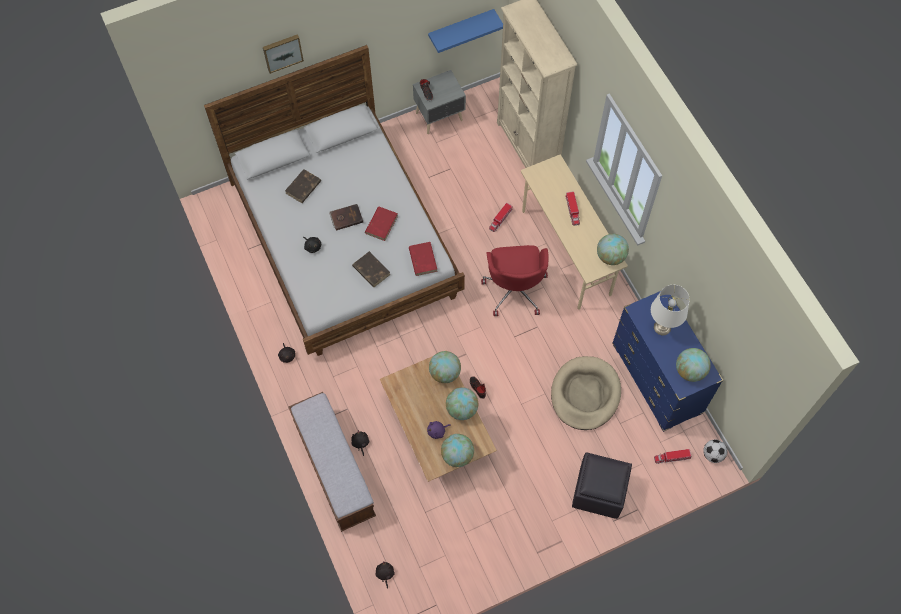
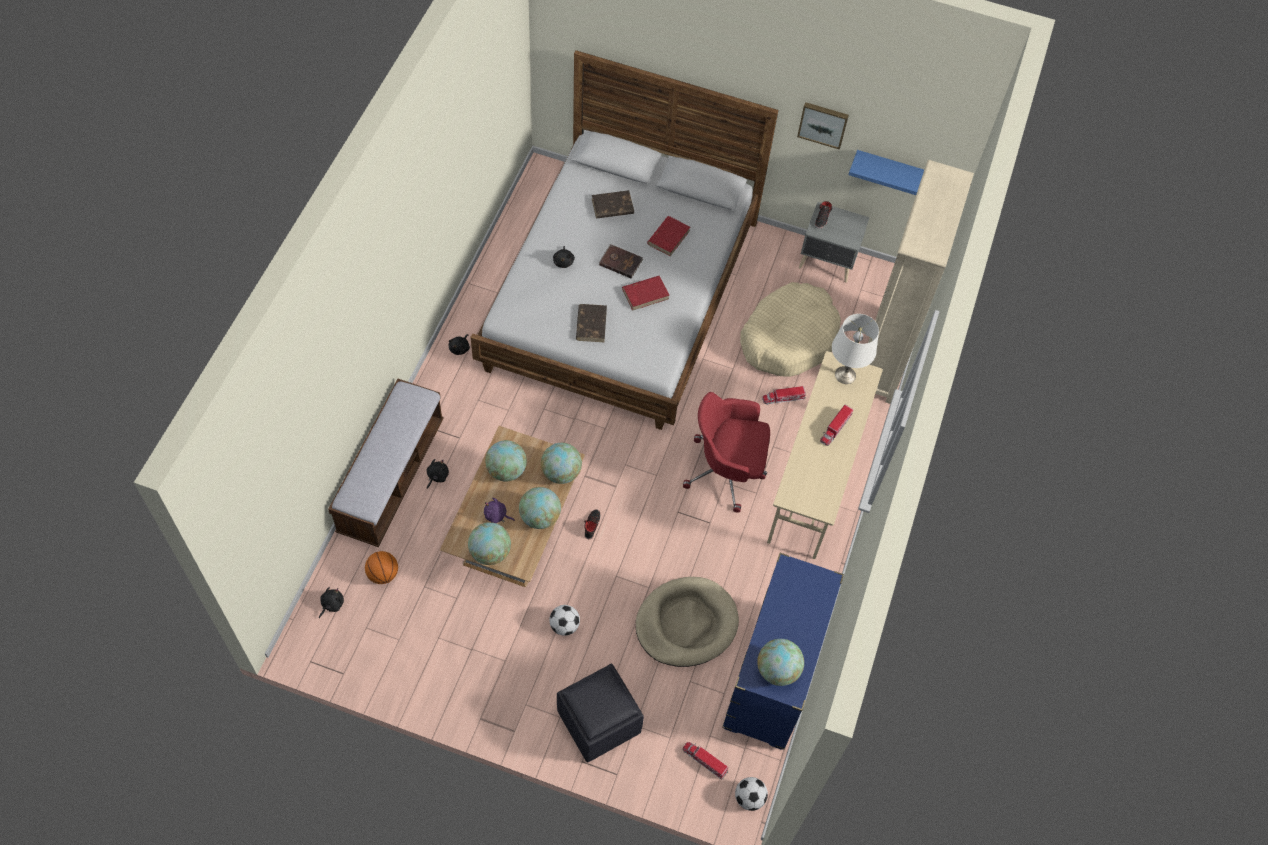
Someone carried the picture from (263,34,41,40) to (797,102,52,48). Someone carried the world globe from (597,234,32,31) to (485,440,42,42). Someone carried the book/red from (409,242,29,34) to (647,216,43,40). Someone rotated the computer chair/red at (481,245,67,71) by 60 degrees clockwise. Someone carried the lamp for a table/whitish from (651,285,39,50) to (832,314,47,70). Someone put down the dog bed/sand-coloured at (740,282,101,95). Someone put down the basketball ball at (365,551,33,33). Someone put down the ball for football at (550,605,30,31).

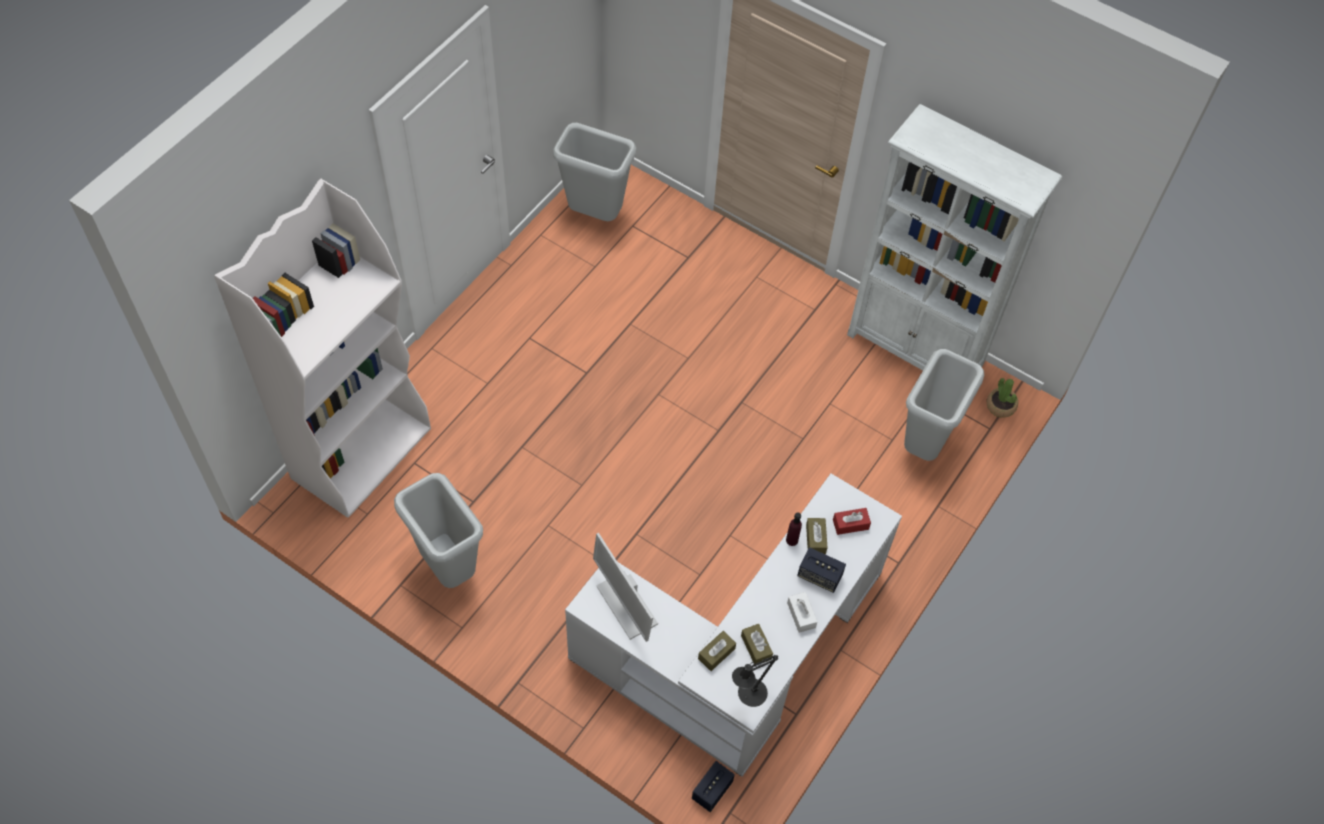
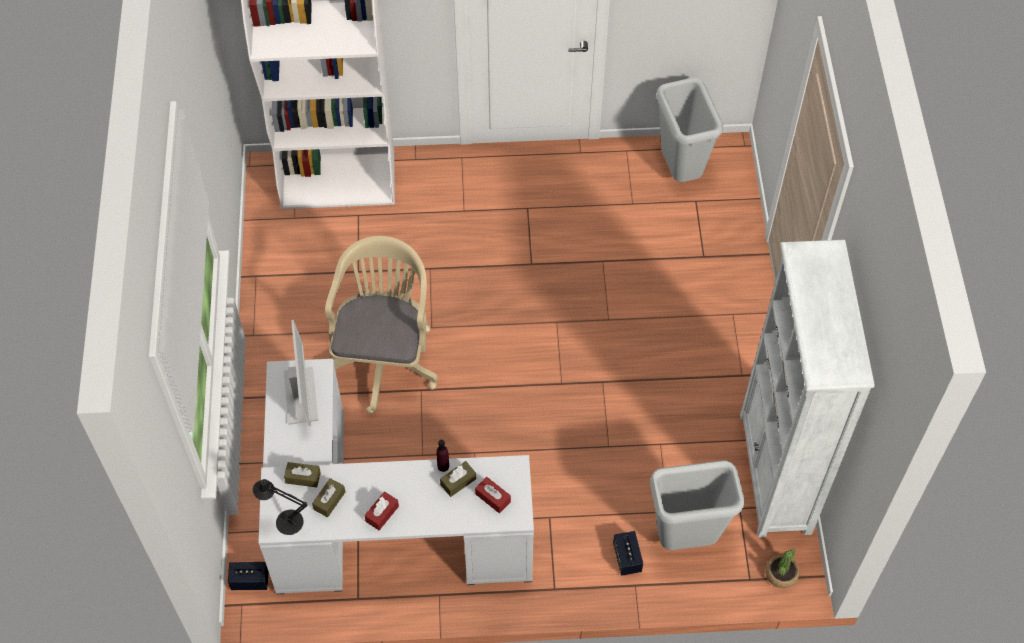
Someone took away the rubbish bin/greyish at (394,473,89,115). Someone rotated the monitor at (593,533,65,109) by 150 degrees clockwise. Someone carried the speaker from (797,547,49,46) to (613,531,30,45). Someone repainted the box of tissues/whitish at (787,592,30,41), which became the box of tissues/red at (364,491,35,39). Someone put down the computer chair/sand-coloured at (325,236,113,178).

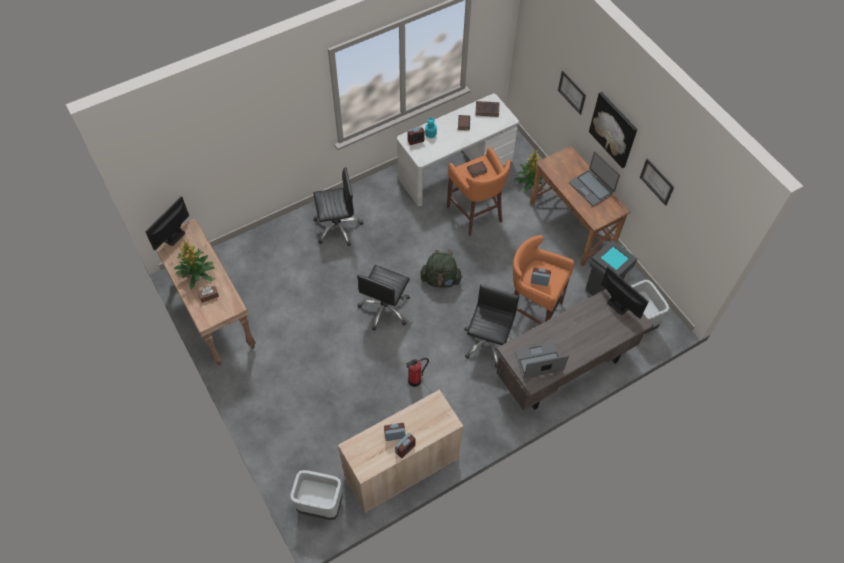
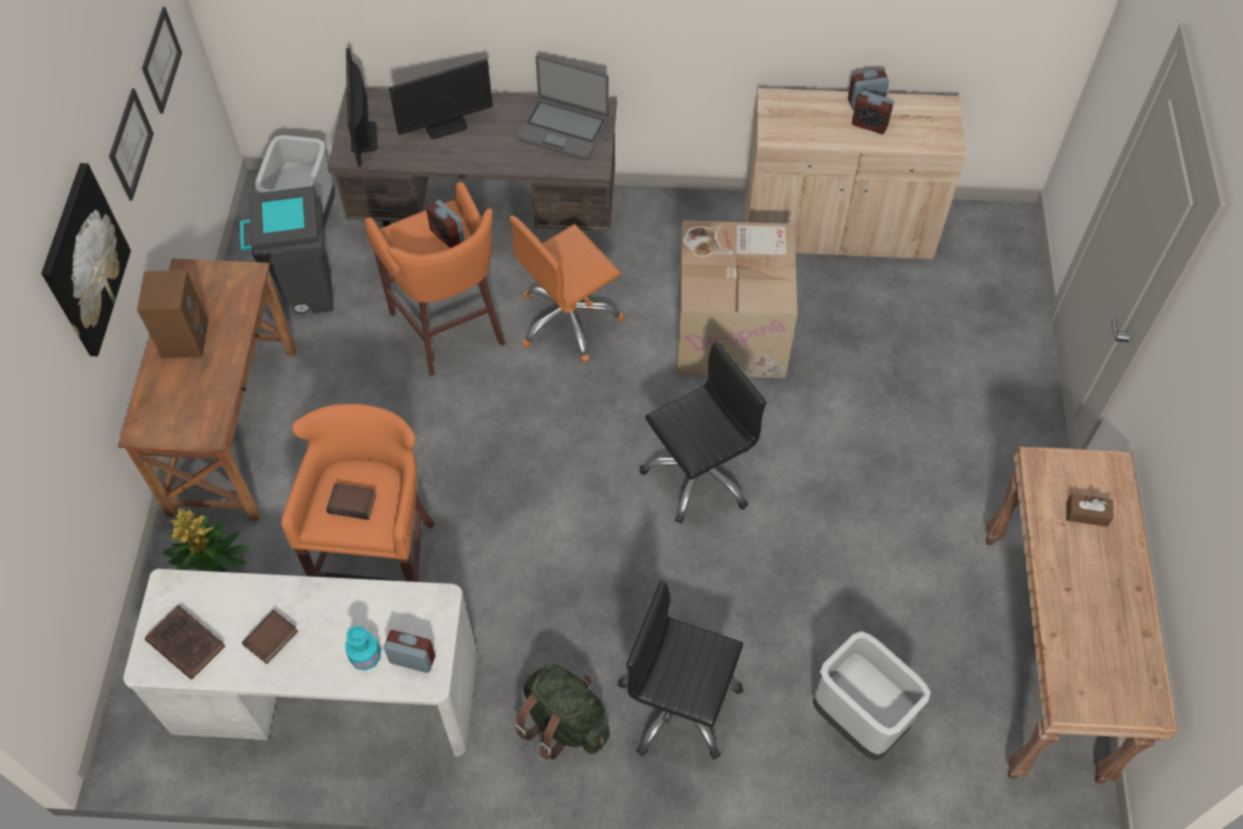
Someone carried the picture from (558,71,28,44) to (142,7,40,107). Someone swapped the notebook computer at (569,151,51,55) for the speaker/brown-coloured at (137,270,72,88). Someone carried the monitor from (145,196,44,54) to (389,59,104,80). Someone took away the houseplant at (174,240,41,50). Someone carried the knapsack/greenish from (420,250,43,38) to (514,664,96,96). Someone repainted the computer chair/blackish at (465,285,54,83), which became the computer chair/orangey at (509,215,115,147). Someone swapped the fire extinguisher at (406,358,23,29) for the cardboard box at (677,221,120,157). Someone carried the rubbish bin/greyish from (290,470,53,50) to (813,631,118,129).

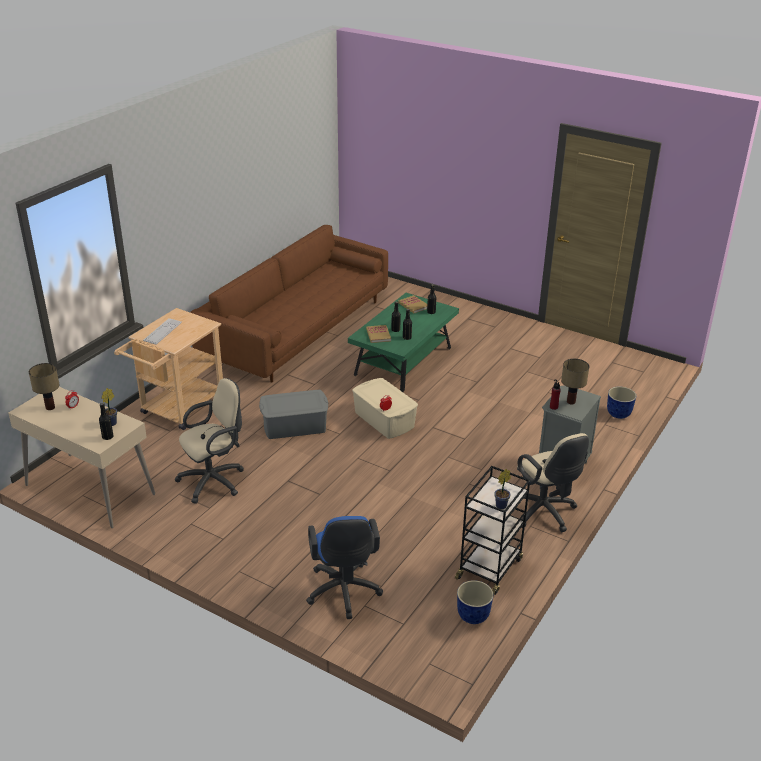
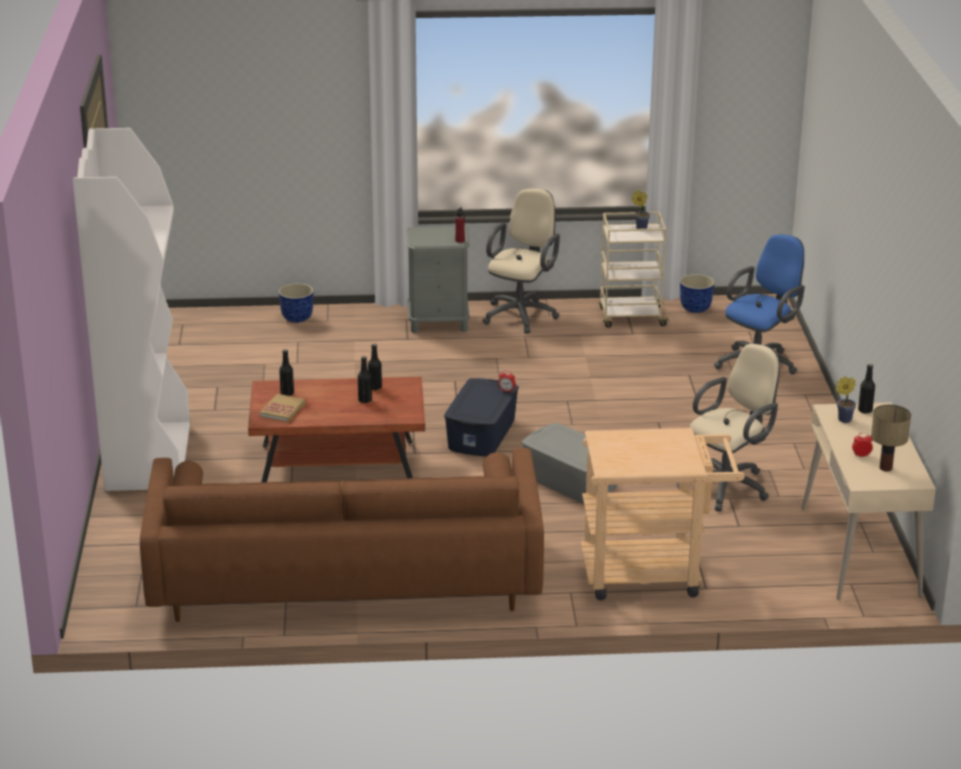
Someone repainted the coffee table/greenish at (348,293,111,99), which became the coffee table/brown-coloured at (248,377,177,105). Someone took away the keyboard at (143,318,39,27). Someone took away the book at (366,325,25,18). Someone took away the lamp for a table at (561,359,28,45). Someone rotated the computer chair/sand-coloured at (175,378,69,126) by 120 degrees clockwise. Someone repainted the storage bin/sand-coloured at (352,378,66,61), which became the storage bin/bluish at (444,378,75,78). Someone repainted the trolley/blackish at (455,466,75,129), which became the trolley/sand-coloured at (598,212,72,116). Someone put down the bookcase/whitish at (73,128,117,363).

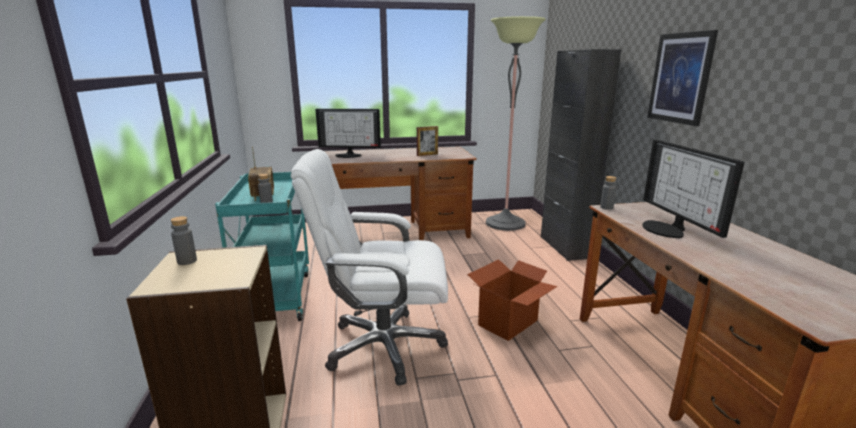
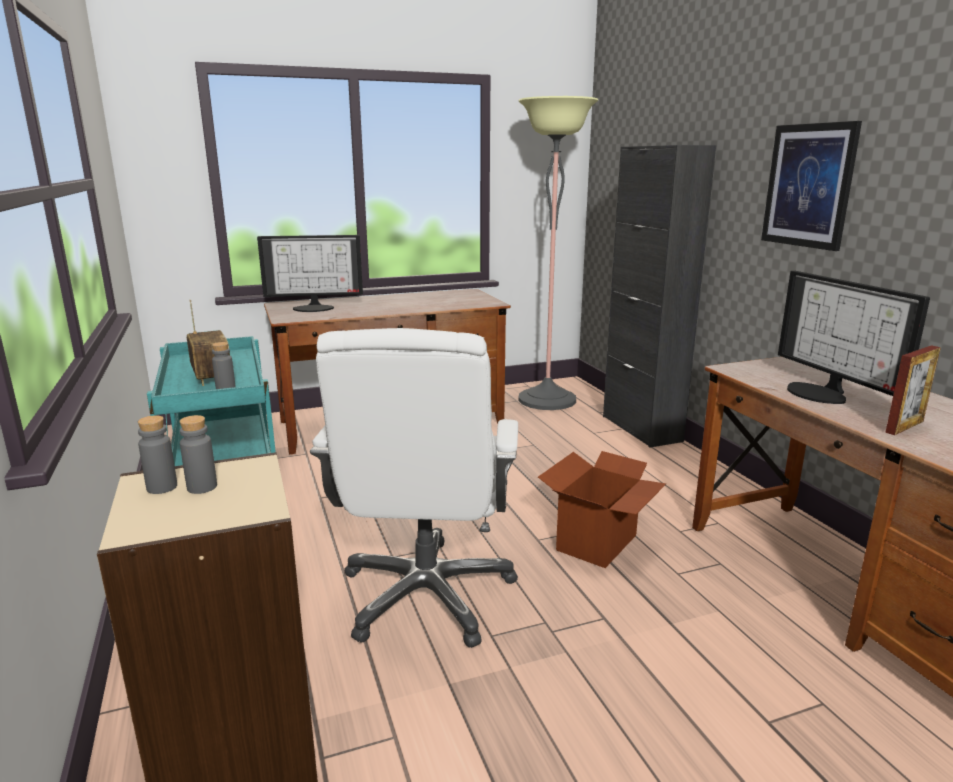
Someone carried the picture frame from (417,126,21,30) to (885,345,56,90). Someone rotated the computer chair/whitish at (291,149,157,237) by 75 degrees counterclockwise. Someone carried the drink bottle/greyish from (600,176,16,34) to (179,415,38,79).

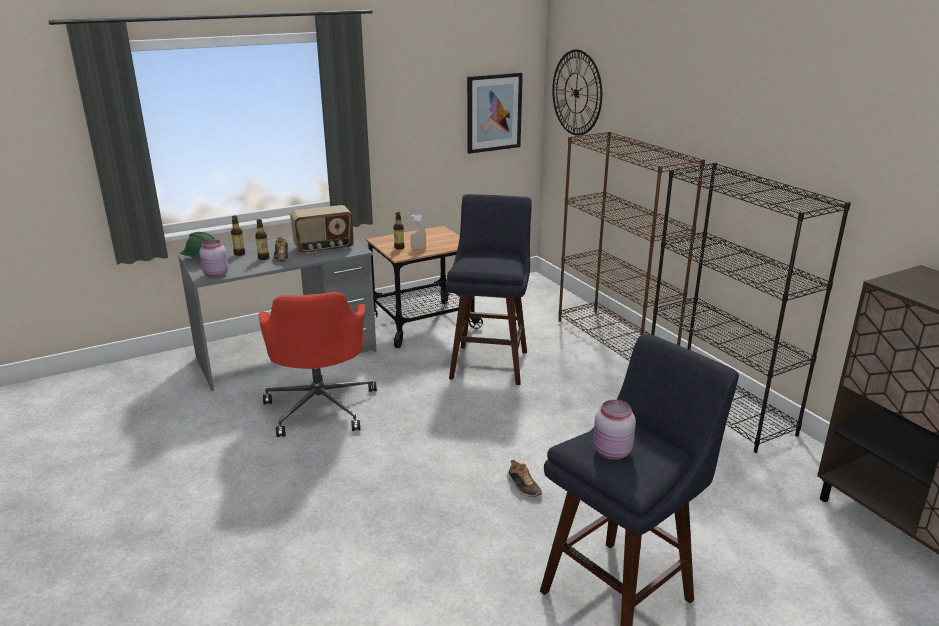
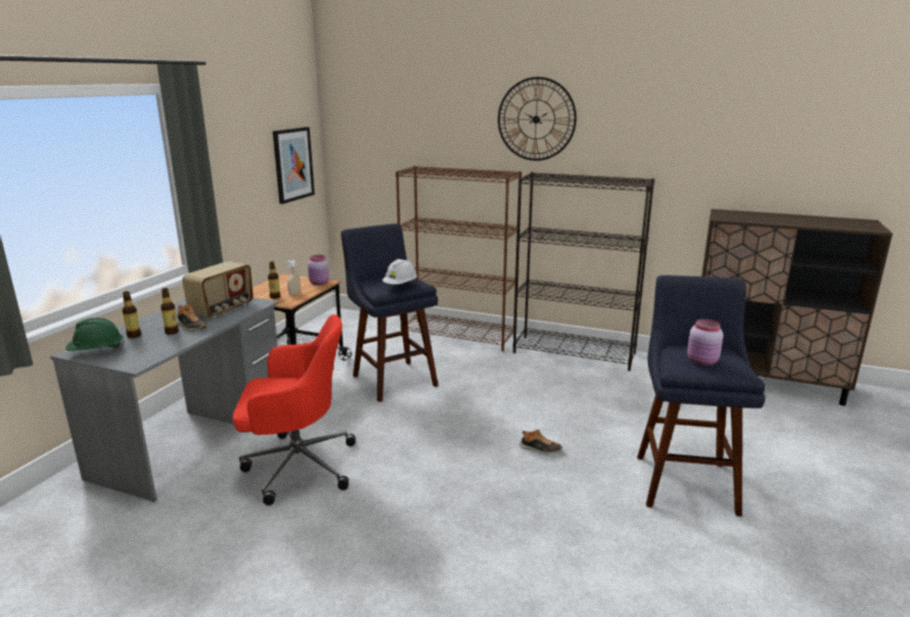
Someone carried the hanging clock from (552,49,50,87) to (498,77,79,84). Someone carried the storage jar/pink-coloured from (199,240,29,37) to (308,255,22,30). Someone rotated the computer chair/red at (259,292,118,145) by 45 degrees counterclockwise. Someone put down the hard hat/whitish at (382,259,35,25).

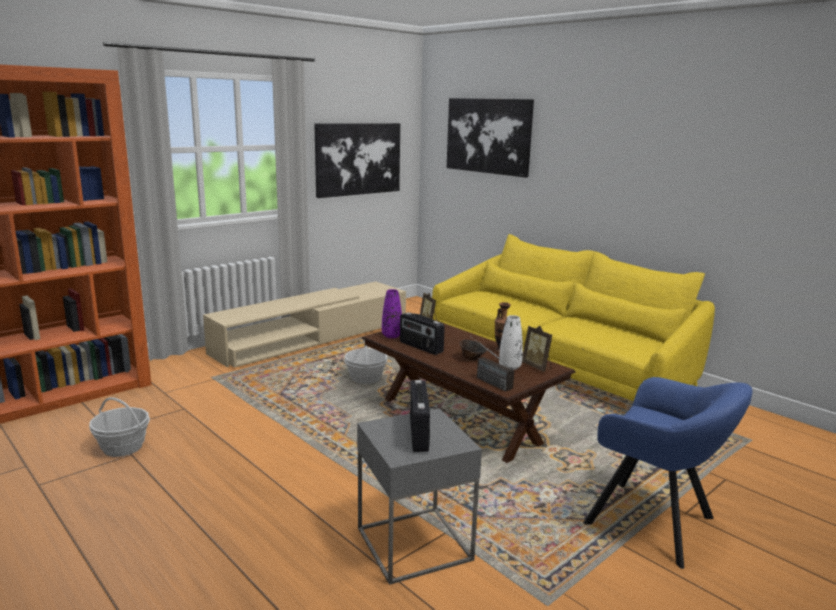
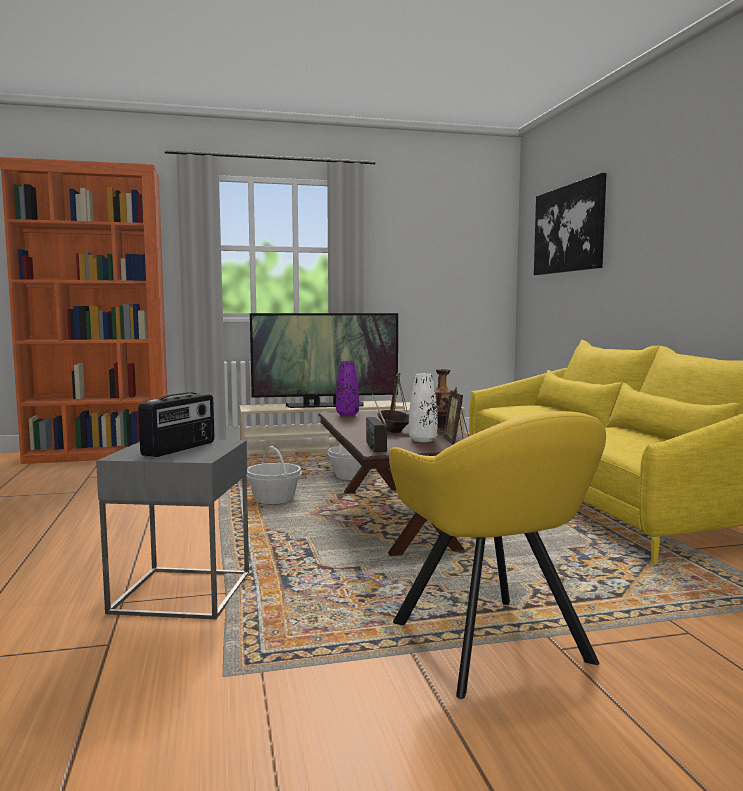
Someone took away the picture at (314,123,86,75). Someone took away the radio at (400,312,45,43). Someone repainted the easy chair/bluish at (583,377,170,192), which became the easy chair/yellow-coloured at (389,411,217,288). Someone carried the household basket from (89,397,61,60) to (247,446,55,58). Someone put down the TV set at (250,313,148,95).

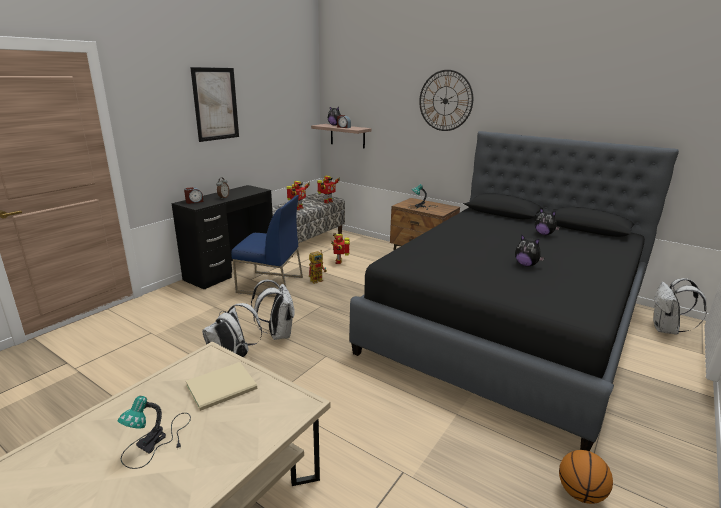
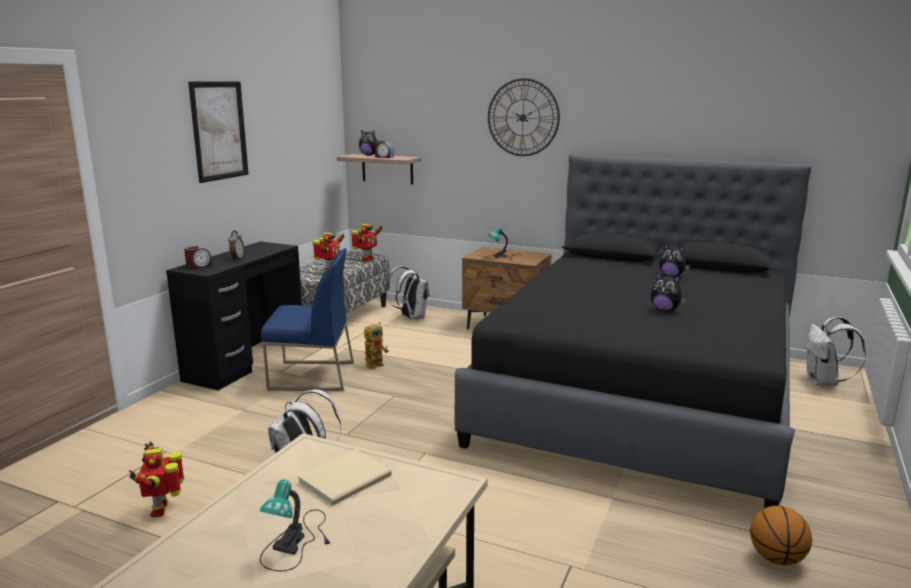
Someone carried the robot figure from (331,233,19,31) to (129,442,56,75). Someone carried the knapsack/whitish from (251,280,44,60) to (386,266,44,53).

